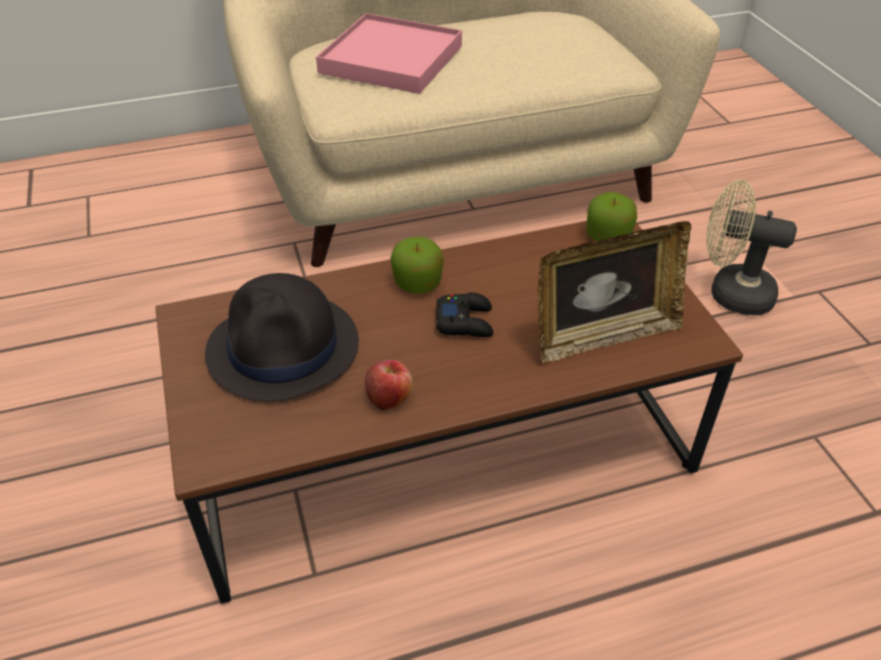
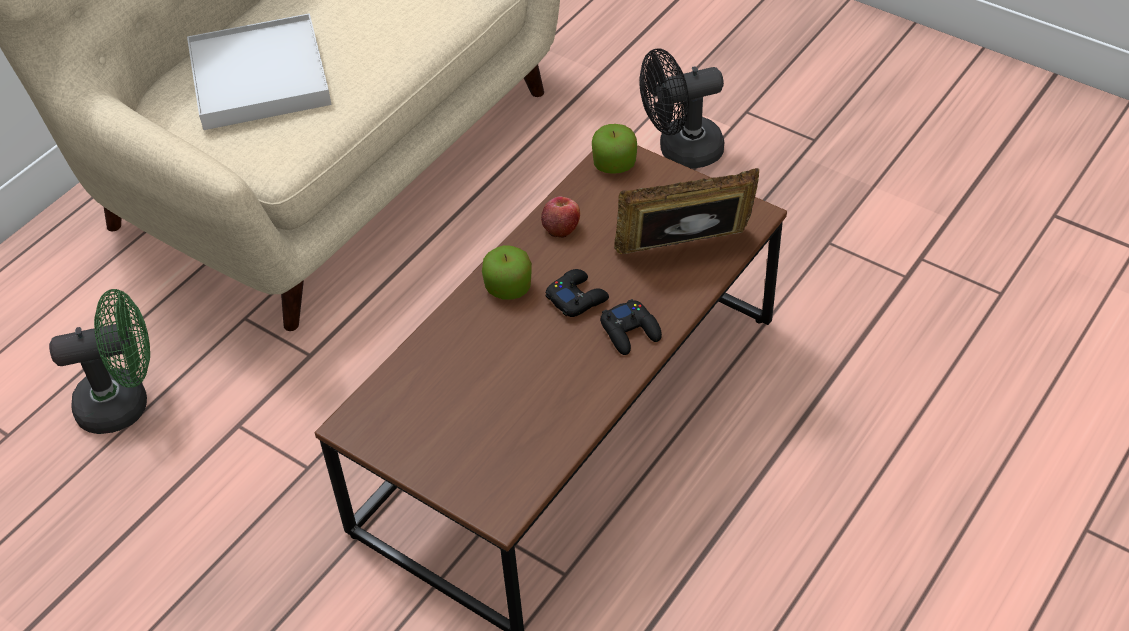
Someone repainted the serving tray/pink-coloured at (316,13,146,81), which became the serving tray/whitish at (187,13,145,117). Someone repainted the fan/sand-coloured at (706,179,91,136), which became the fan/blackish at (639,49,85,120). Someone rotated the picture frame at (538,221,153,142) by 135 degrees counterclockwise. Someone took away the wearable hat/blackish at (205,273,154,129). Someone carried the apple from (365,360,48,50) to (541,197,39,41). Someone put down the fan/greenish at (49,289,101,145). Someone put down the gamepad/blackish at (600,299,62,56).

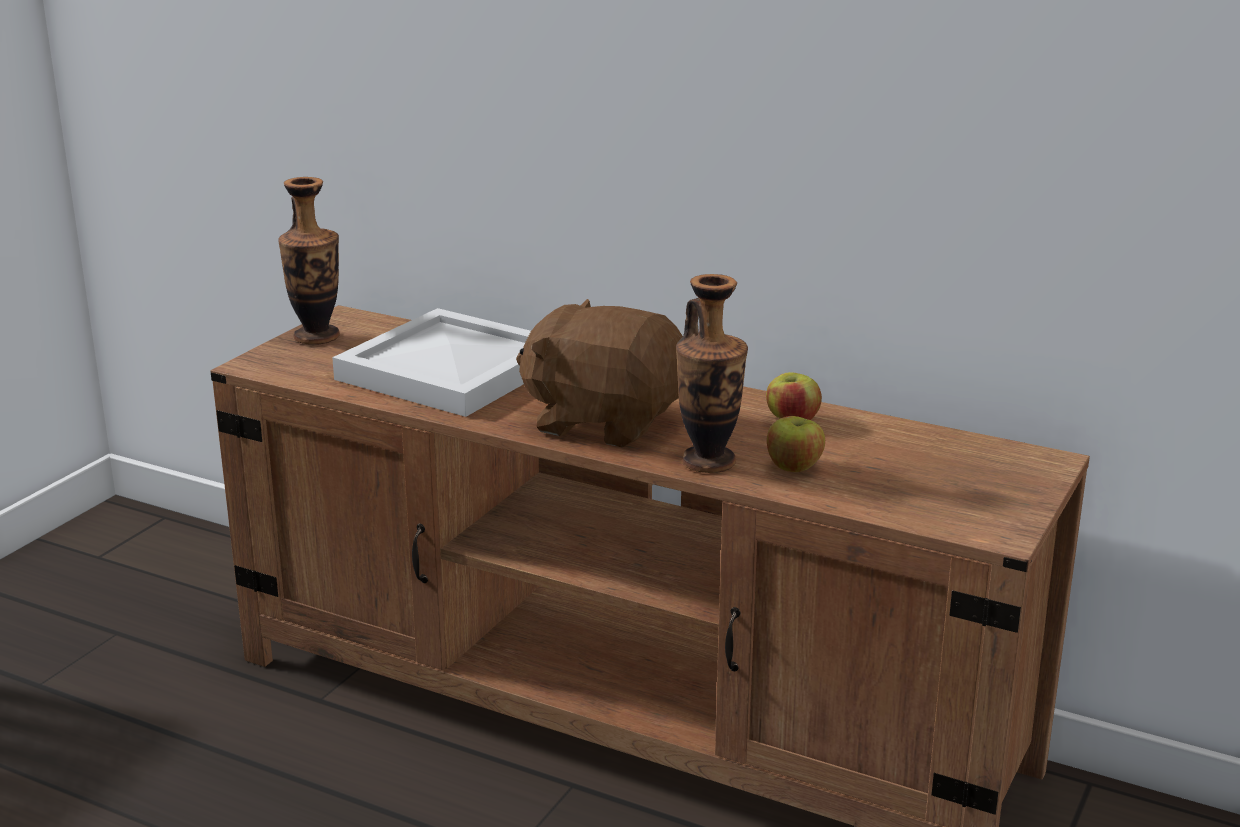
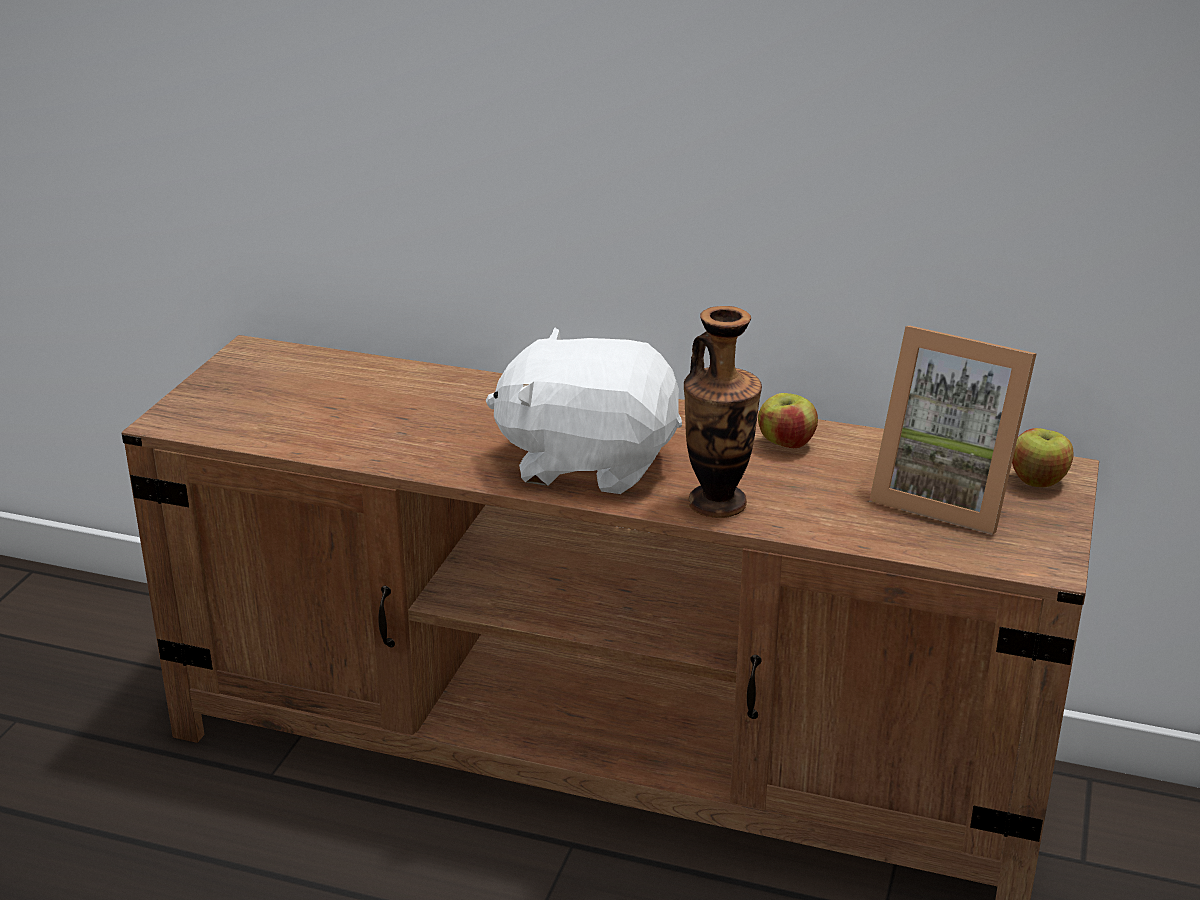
Someone took away the flower vase at (278,177,62,168). Someone repainted the cuddly toy/brown-coloured at (516,299,167,149), which became the cuddly toy/whitish at (486,328,196,166). Someone took away the serving tray/whitish at (332,308,199,109). Someone carried the apple from (767,416,58,56) to (1012,428,61,59). Someone put down the picture frame at (869,326,168,209).

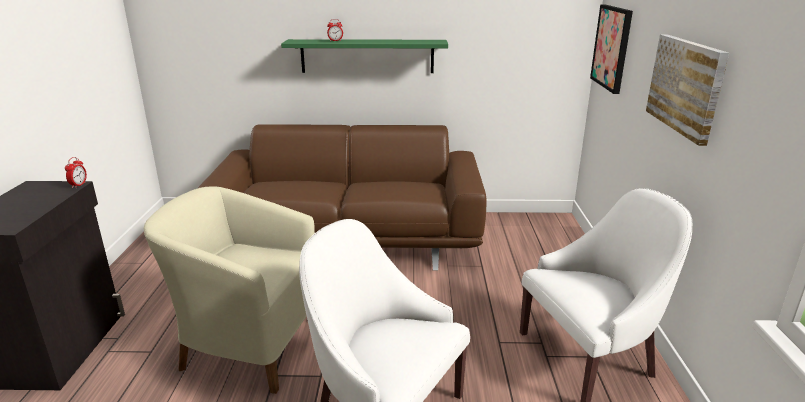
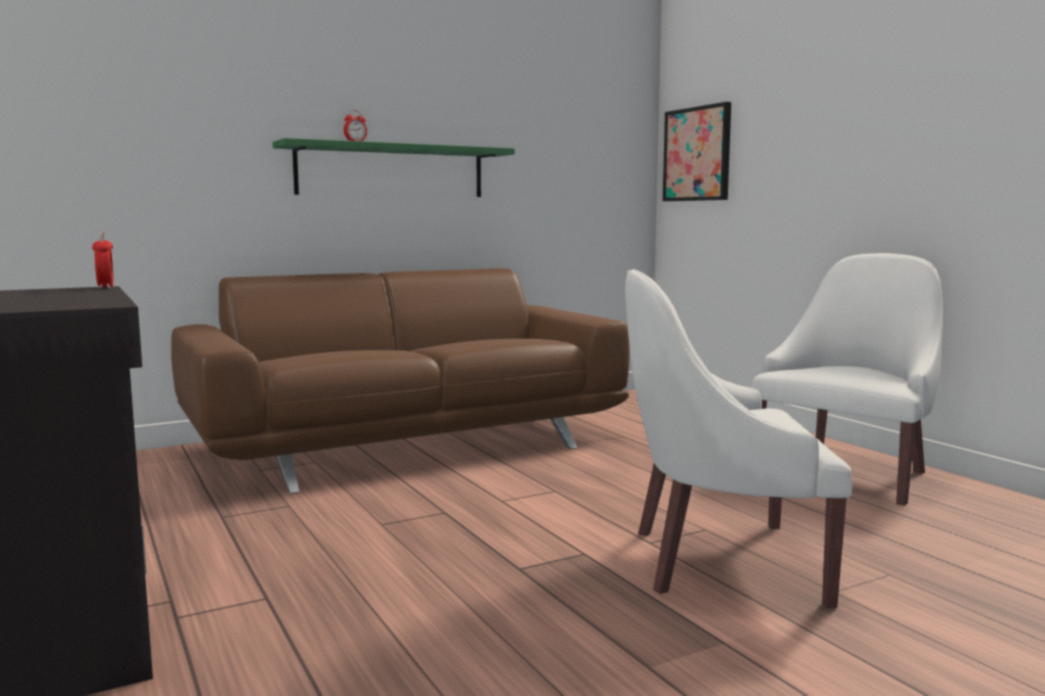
Someone took away the picture at (646,34,83,112). Someone took away the easy chair/sand-coloured at (144,186,171,208).

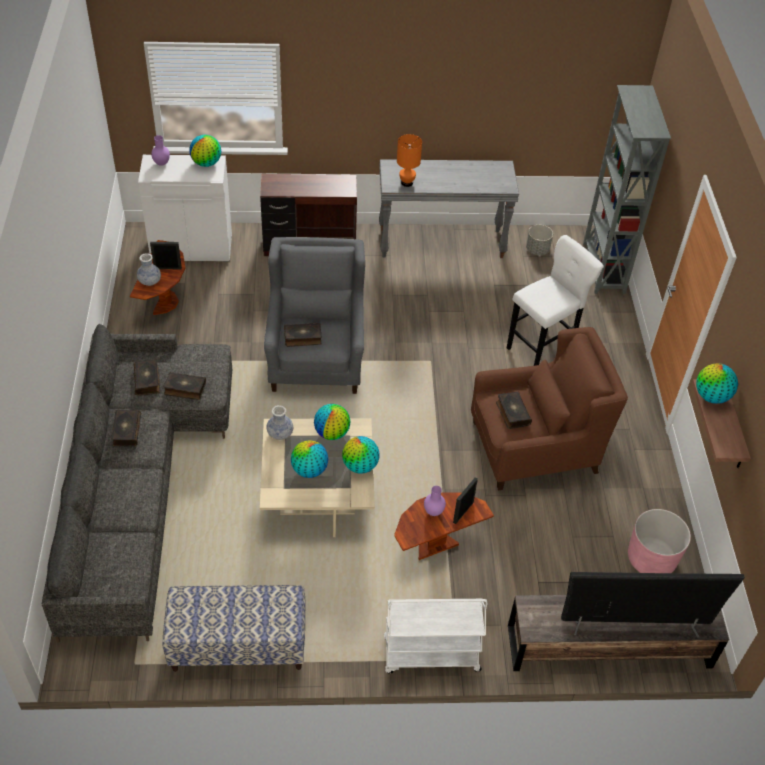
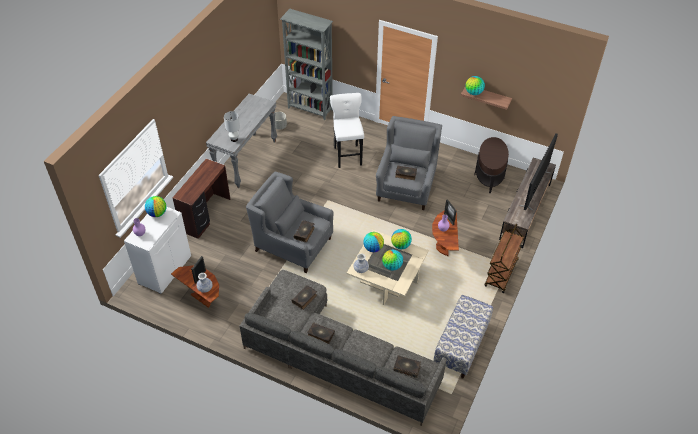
Someone repainted the lamp for a table/orangey at (397,134,25,53), which became the lamp for a table/whitish at (224,111,16,31). Someone repainted the easy chair/brown-coloured at (471,327,157,163), which became the easy chair/greyish at (376,116,66,94). Someone carried the book from (134,359,26,37) to (394,355,27,23). Someone swapped the flower pot/pink-coloured at (628,509,63,64) for the end table/brown-coloured at (475,137,34,56). Someone repainted the trolley/whitish at (384,599,103,74), which became the trolley/brown-coloured at (484,224,40,69).

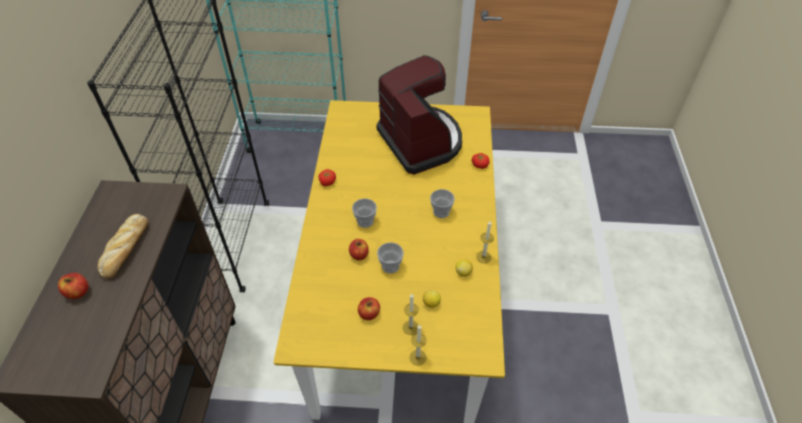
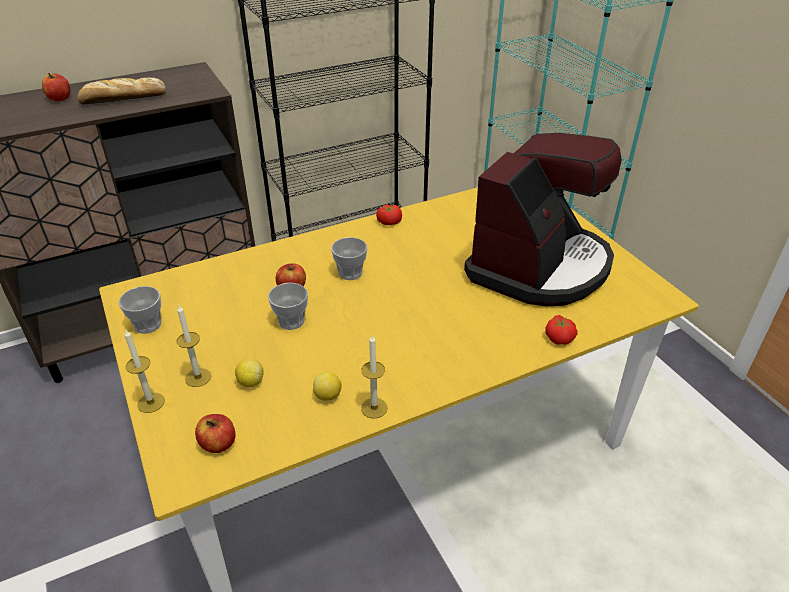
Someone carried the small cup from (430,189,25,29) to (118,286,43,48). Someone carried the apple from (358,297,22,23) to (195,414,41,39).

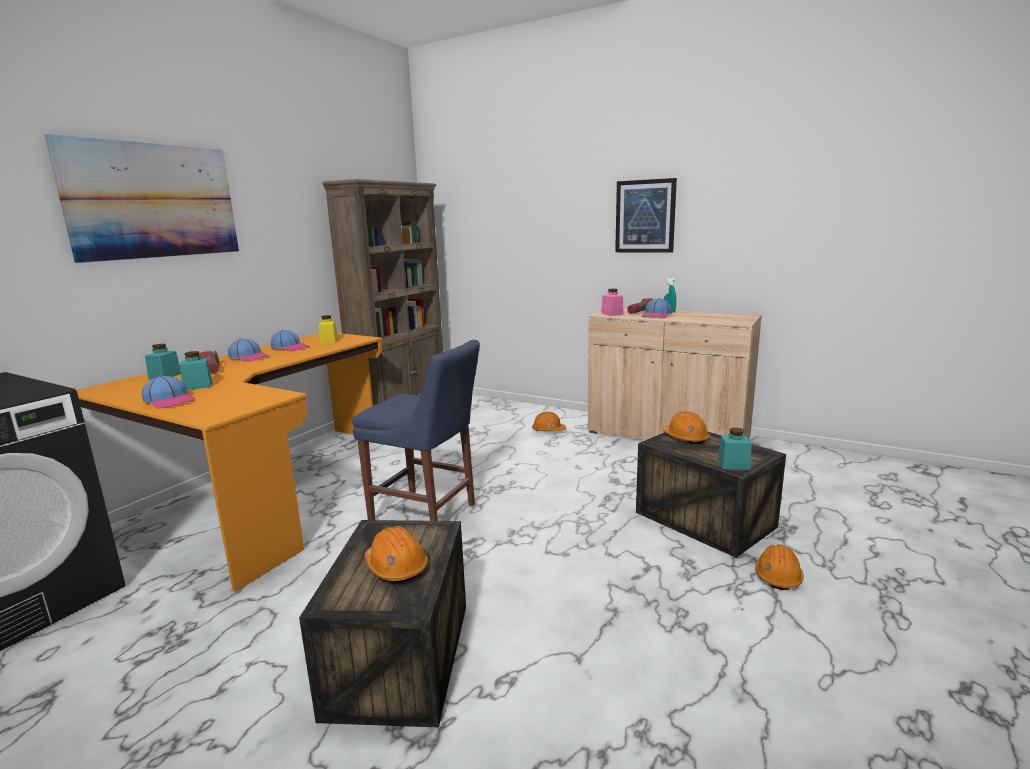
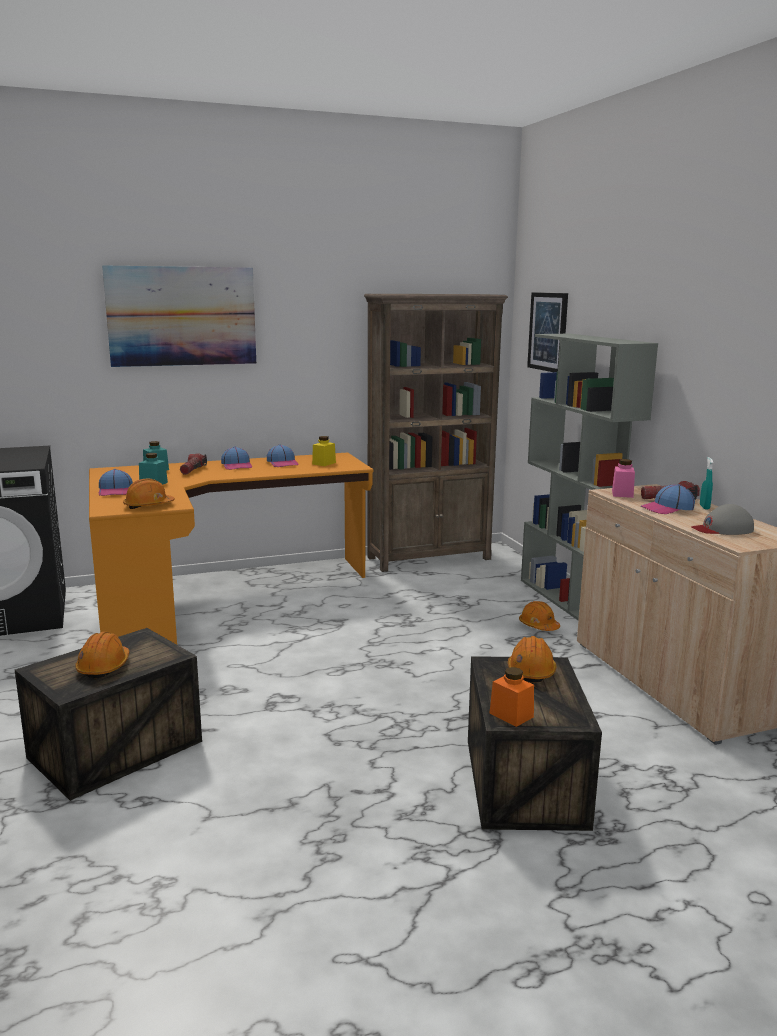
Someone carried the picture from (615,178,62,75) to (527,292,41,80). Someone took away the chair/bluish at (352,340,128,181). Someone repainted the storage jar/blue-green at (718,428,34,42), which became the storage jar/orangey at (490,667,44,60). Someone carried the hard hat/orangey from (755,544,49,46) to (123,478,52,31). Someone put down the bookcase/greyish at (521,334,137,286). Someone put down the baseball cap/greyish at (692,504,62,31).

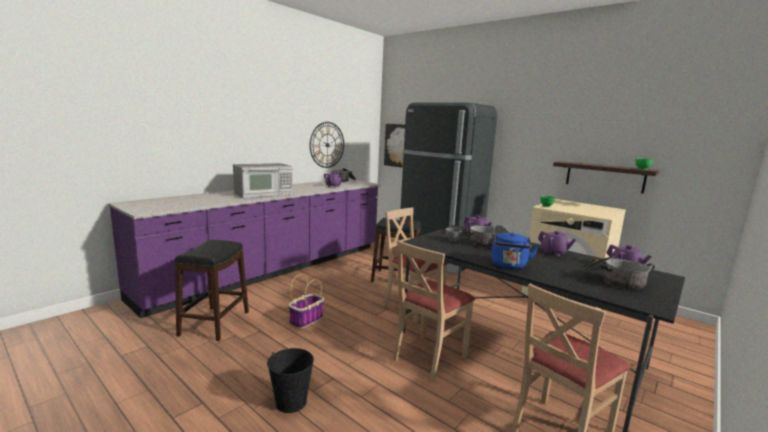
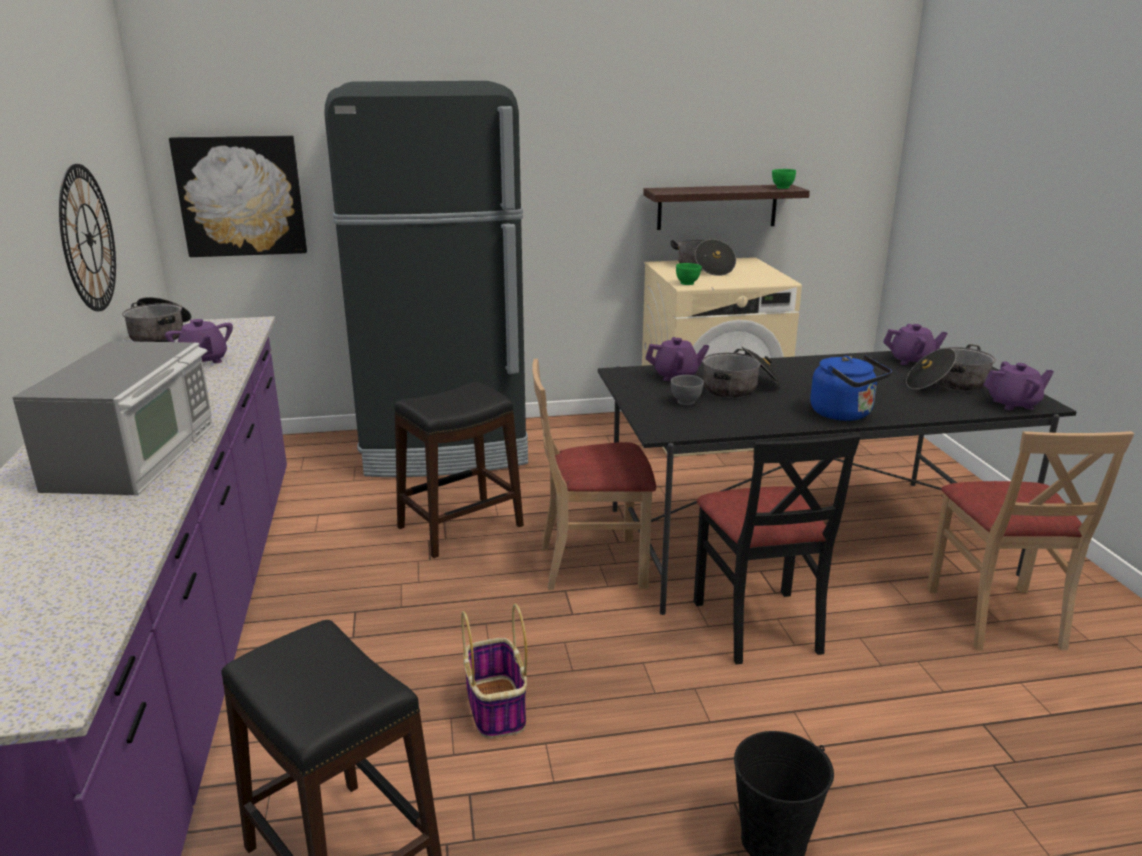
Someone carried the tea pot/purple from (538,231,38,25) to (983,361,71,49). Someone repainted the chair/sand-coloured at (393,241,82,140), which became the chair/blackish at (694,434,167,231). Someone put down the saucepot at (671,239,65,37).

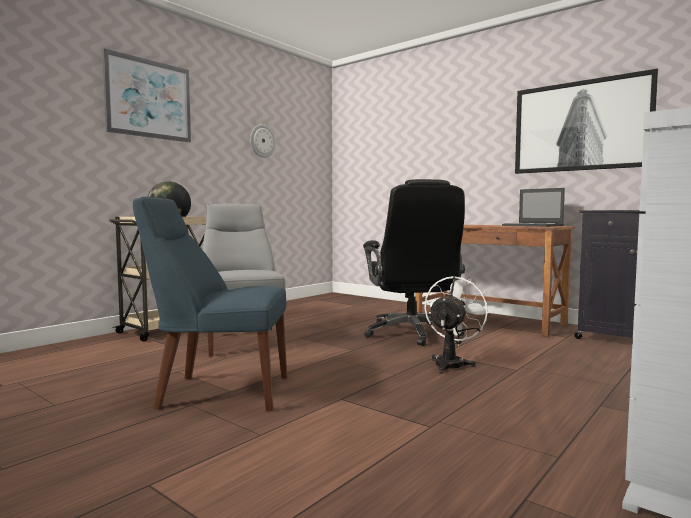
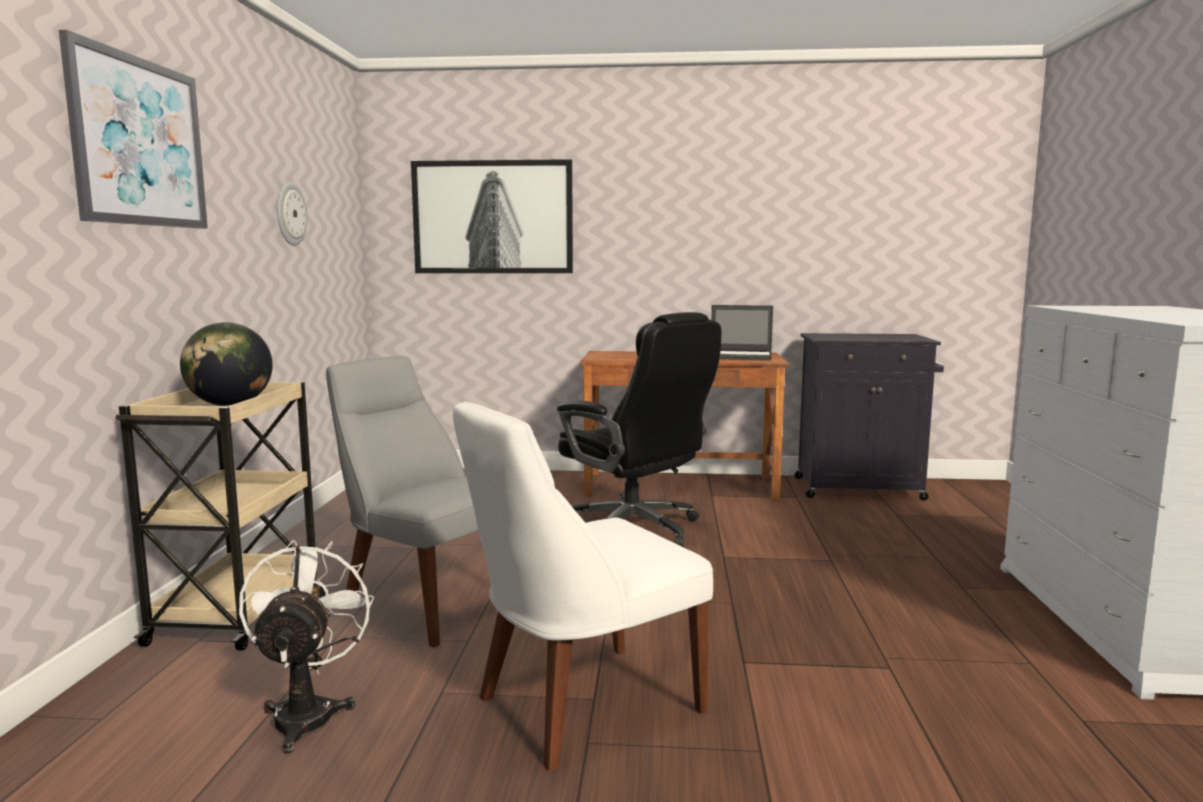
Someone carried the picture from (515,69,143,105) to (411,159,162,114). Someone repainted the chair/bluish at (133,197,154,214), which became the chair/whitish at (453,401,260,370). Someone carried the fan/whitish from (424,276,67,97) to (239,540,136,214).

